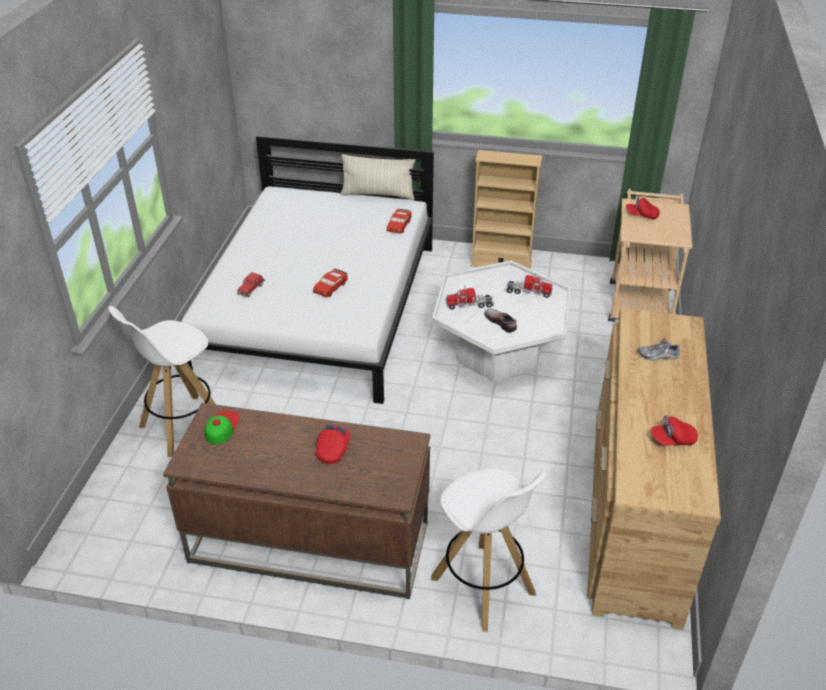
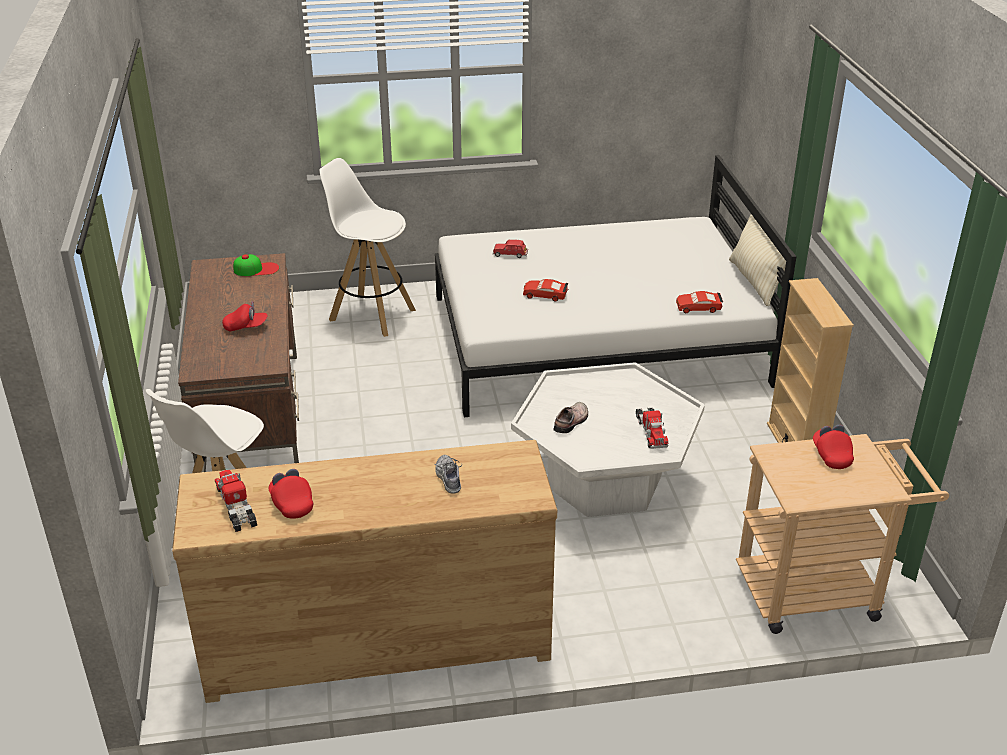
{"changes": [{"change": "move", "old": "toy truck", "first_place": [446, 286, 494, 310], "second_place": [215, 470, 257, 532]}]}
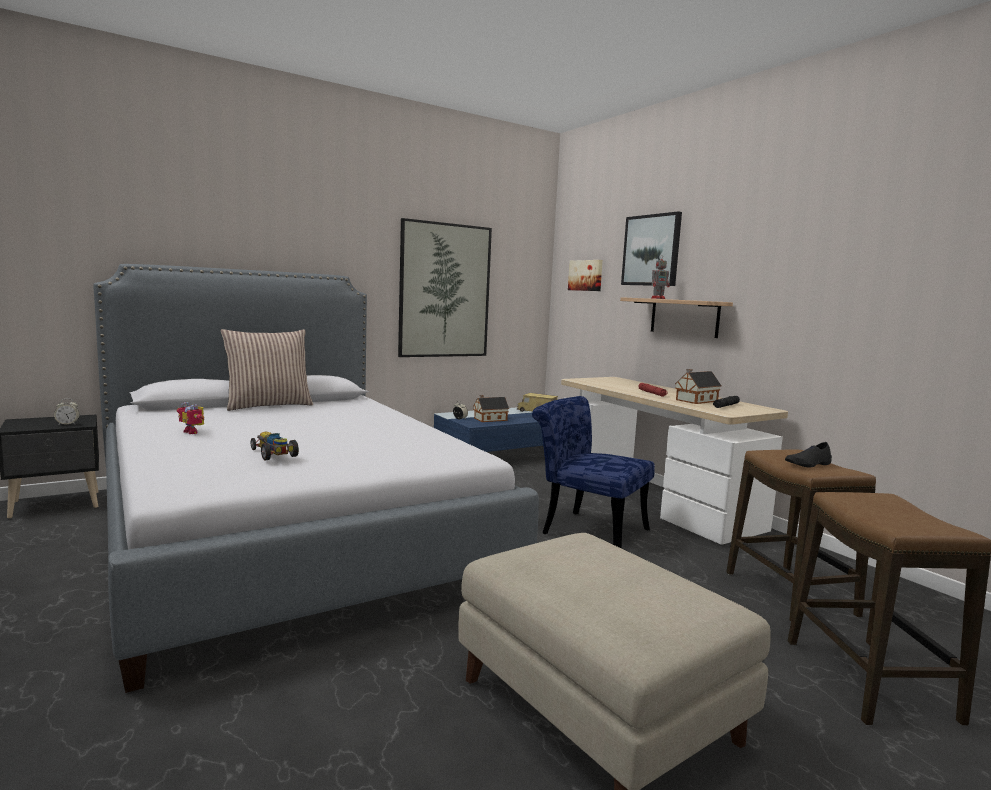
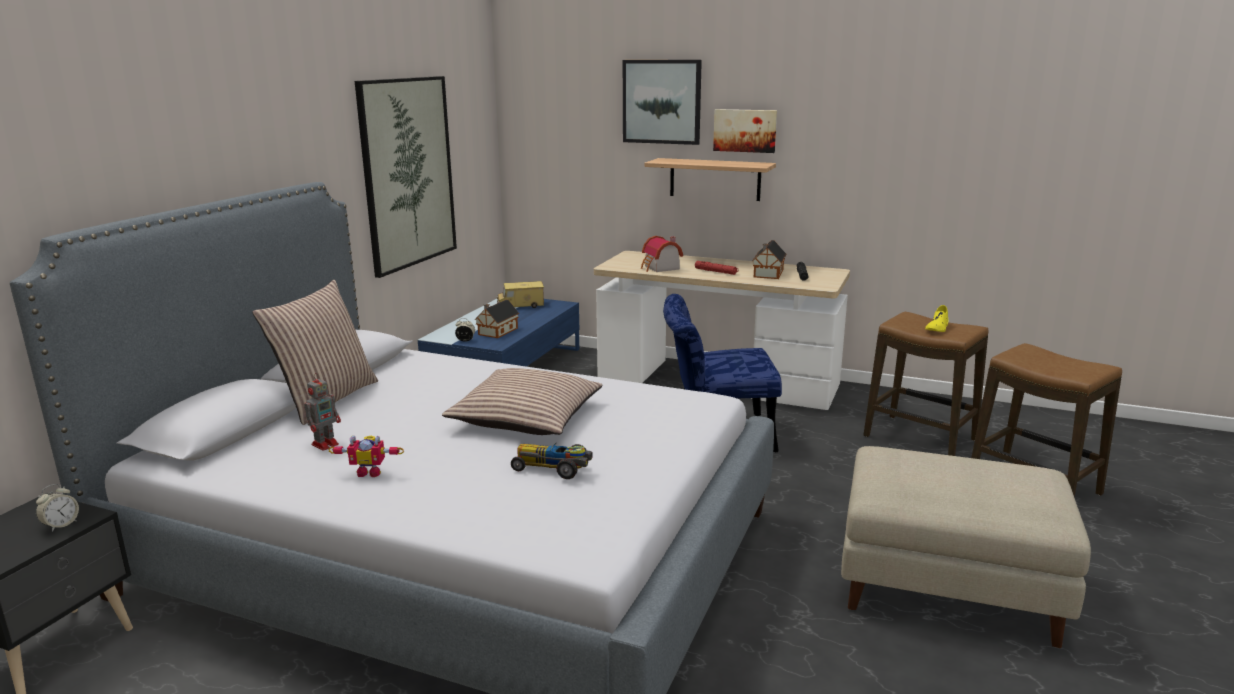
{"changes": [{"change": "move", "old": "toy robot", "first_place": [652, 255, 670, 299], "second_place": [304, 373, 341, 451]}, {"change": "insert", "new": "pillow", "second_place": [442, 368, 603, 435]}, {"change": "insert", "new": "toy house", "second_place": [641, 236, 683, 272]}, {"change": "move", "old": "picture", "first_place": [568, 260, 603, 291], "second_place": [713, 109, 777, 153]}, {"change": "recolor", "old": "shoe (black)", "new": "shoe (yellow)", "first_place": [785, 442, 832, 467], "second_place": [925, 305, 948, 332]}]}
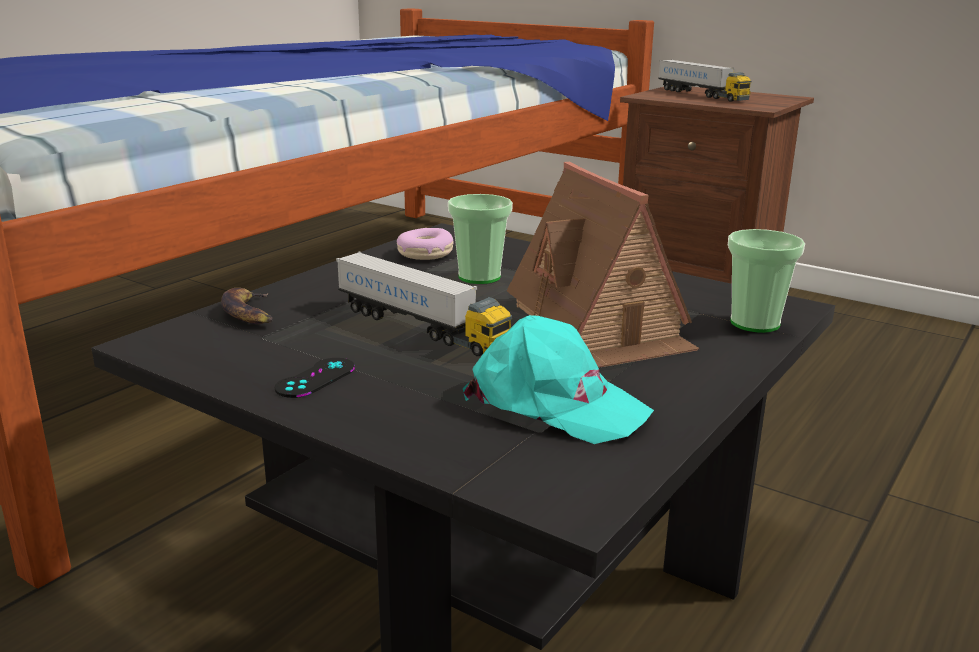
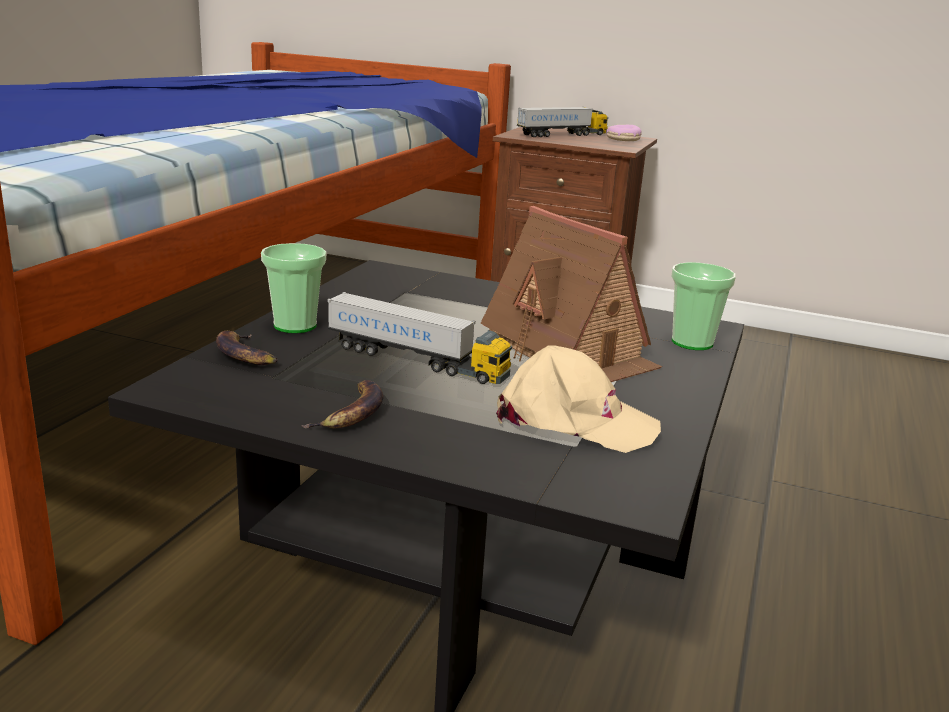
{"changes": [{"change": "move", "old": "cup", "first_place": [448, 194, 513, 284], "second_place": [261, 243, 326, 333]}, {"change": "replace", "old": "game controller (black)", "new": "banana", "first_place": [275, 358, 355, 398], "second_place": [301, 380, 384, 428]}, {"change": "recolor", "old": "cap (turquoise)", "new": "cap (beige)", "first_place": [463, 315, 654, 444], "second_place": [496, 345, 661, 453]}, {"change": "rotate", "old": "toy truck", "first_place": [658, 60, 751, 102], "second_place": [517, 107, 608, 138], "degrees": -75}, {"change": "move", "old": "donut", "first_place": [397, 228, 454, 260], "second_place": [606, 125, 642, 141]}]}
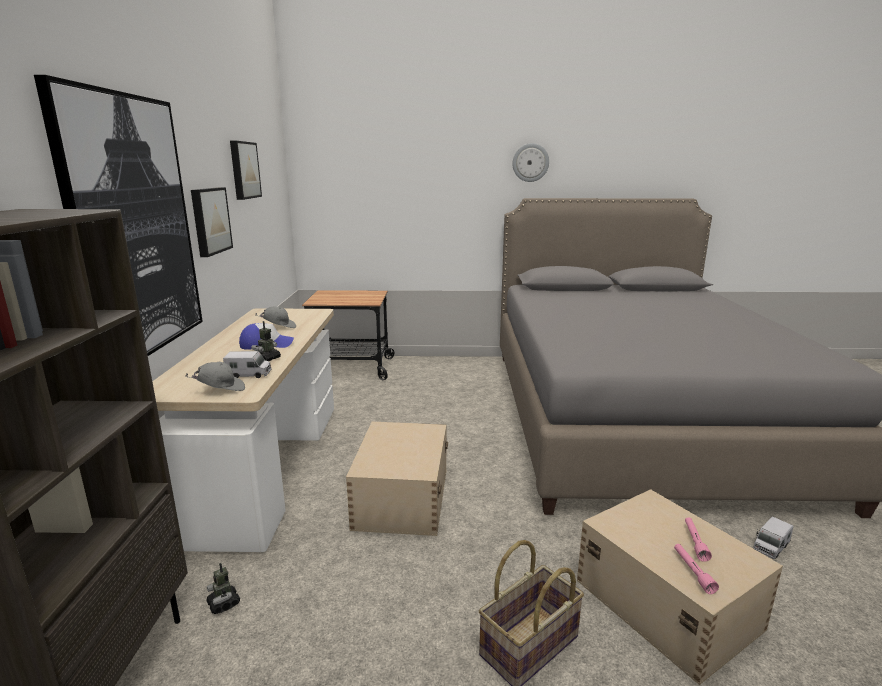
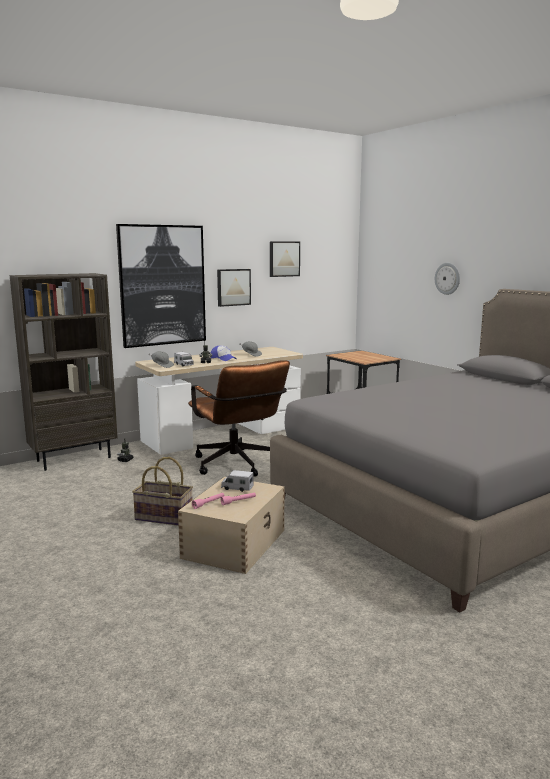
{"changes": [{"change": "replace", "old": "storage box (beige)", "new": "office chair (brown)", "first_place": [346, 422, 448, 536], "second_place": [188, 360, 290, 477]}, {"change": "move", "old": "toy truck", "first_place": [753, 516, 794, 559], "second_place": [221, 470, 254, 492]}, {"change": "move", "old": "wall clock", "first_place": [513, 143, 549, 182], "second_place": [435, 263, 460, 295]}]}
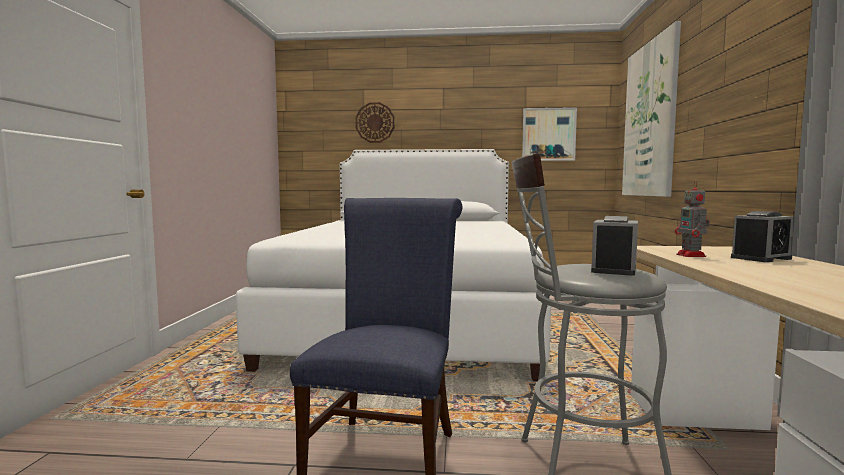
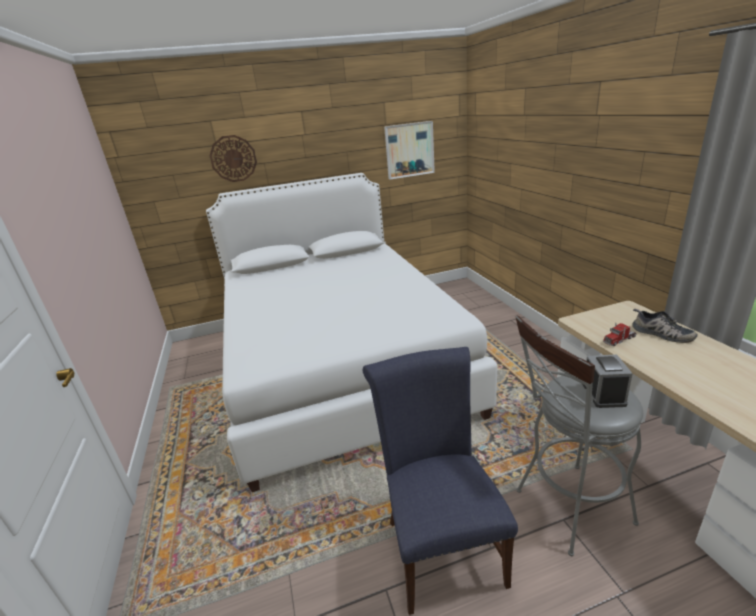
{"changes": [{"change": "replace", "old": "toy robot", "new": "toy truck", "first_place": [675, 181, 710, 257], "second_place": [603, 323, 636, 346]}, {"change": "replace", "old": "alarm clock", "new": "shoe", "first_place": [731, 211, 795, 262], "second_place": [632, 309, 697, 343]}, {"change": "delete", "old": "picture", "first_place": [622, 21, 681, 197]}]}
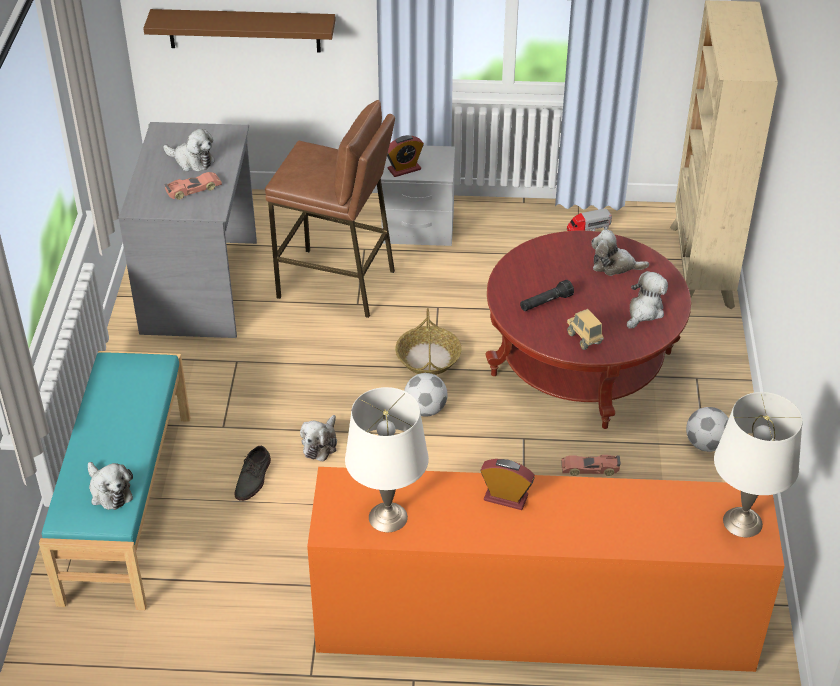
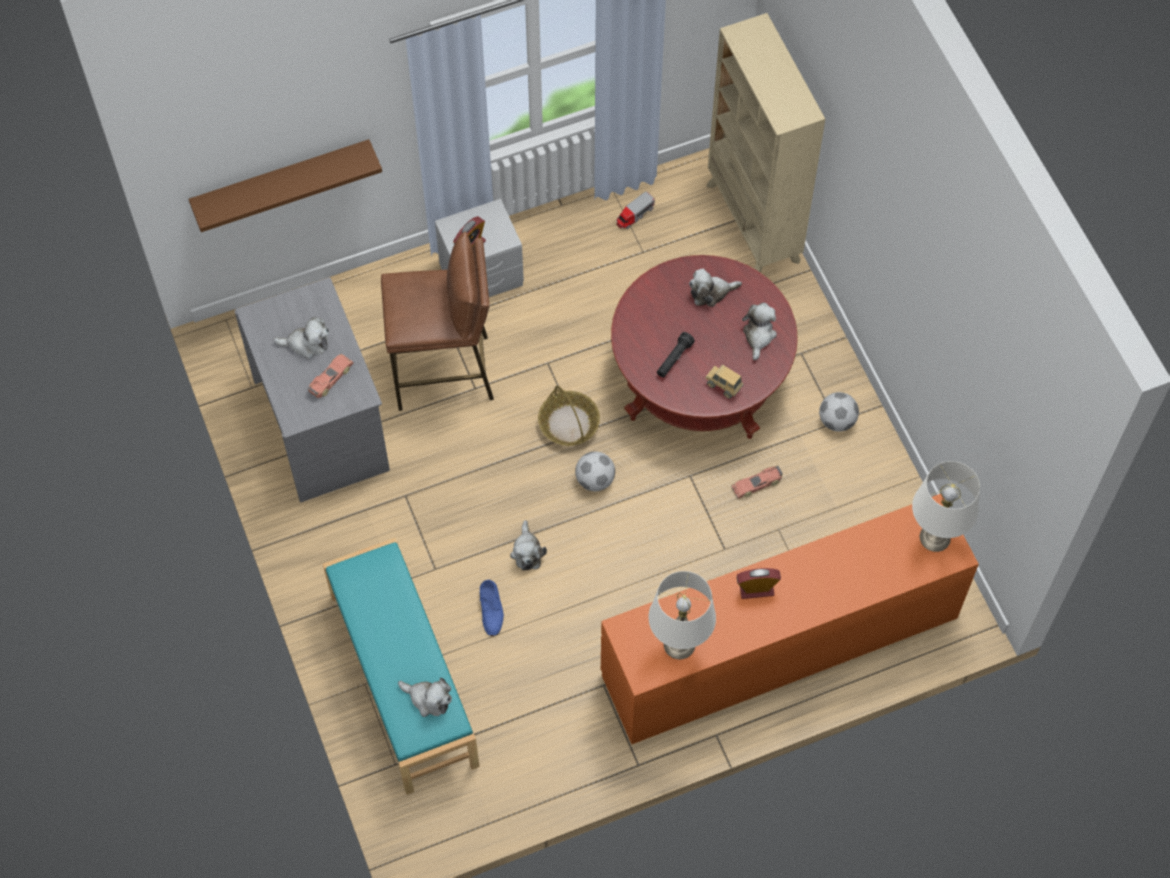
{"changes": [{"change": "recolor", "old": "shoe (grey)", "new": "shoe (blue)", "first_place": [235, 446, 271, 501], "second_place": [480, 580, 504, 636]}]}
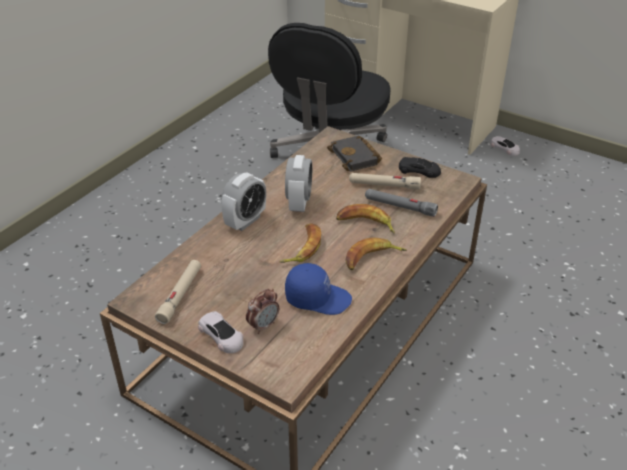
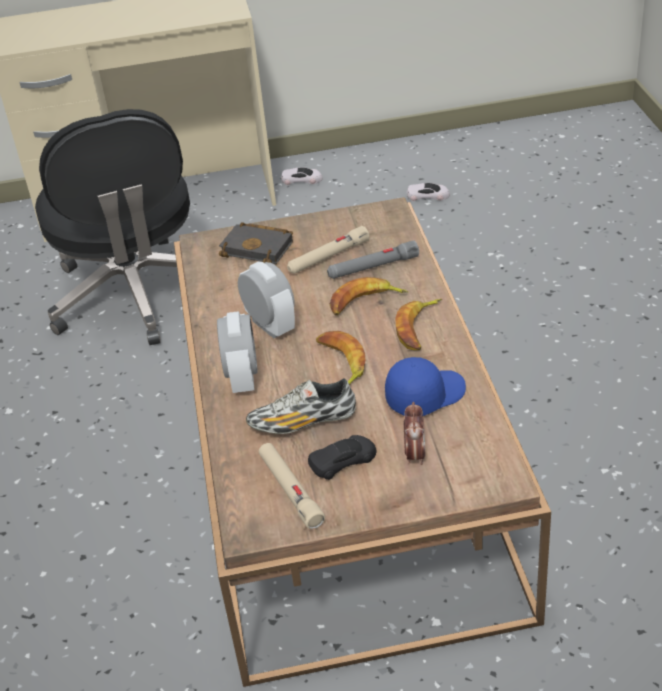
{"changes": [{"change": "insert", "new": "shoe", "second_place": [246, 378, 356, 434]}, {"change": "move", "old": "toy car (black)", "first_place": [399, 157, 441, 178], "second_place": [308, 435, 376, 480]}, {"change": "move", "old": "toy car (white)", "first_place": [198, 311, 243, 353], "second_place": [407, 183, 450, 201]}]}
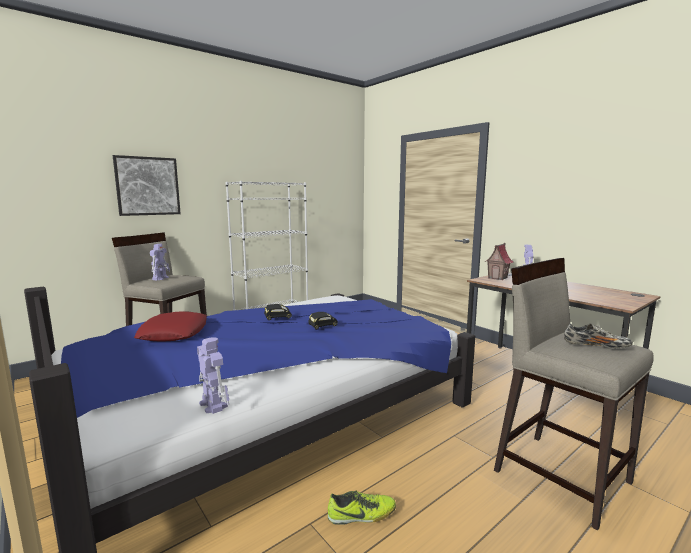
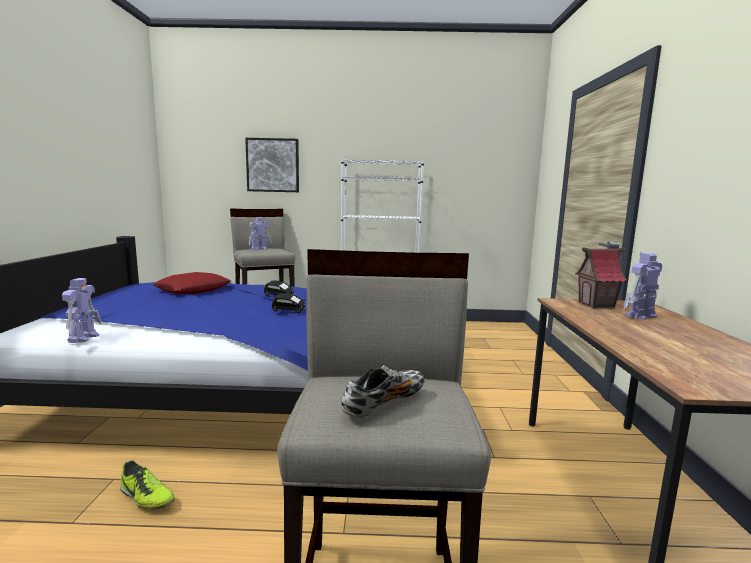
{"changes": [{"change": "rotate", "old": "shoe", "first_place": [564, 323, 633, 348], "second_place": [341, 365, 425, 418], "degrees": -105}]}
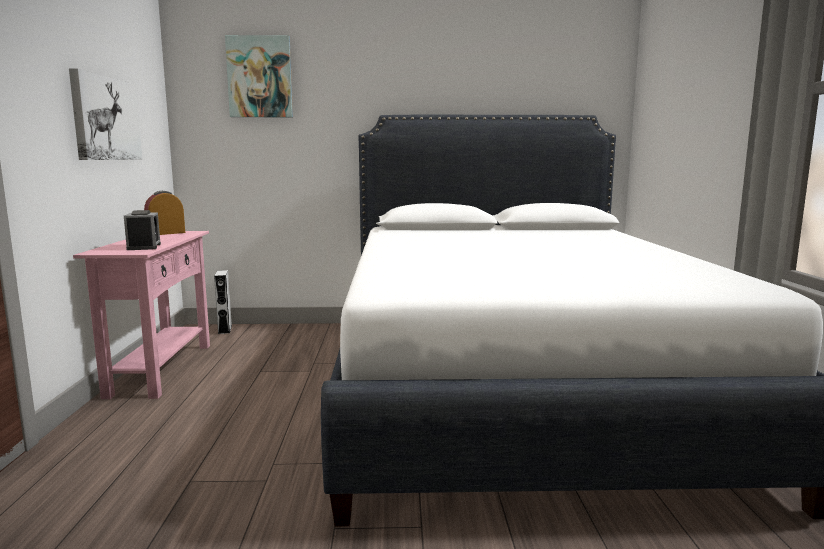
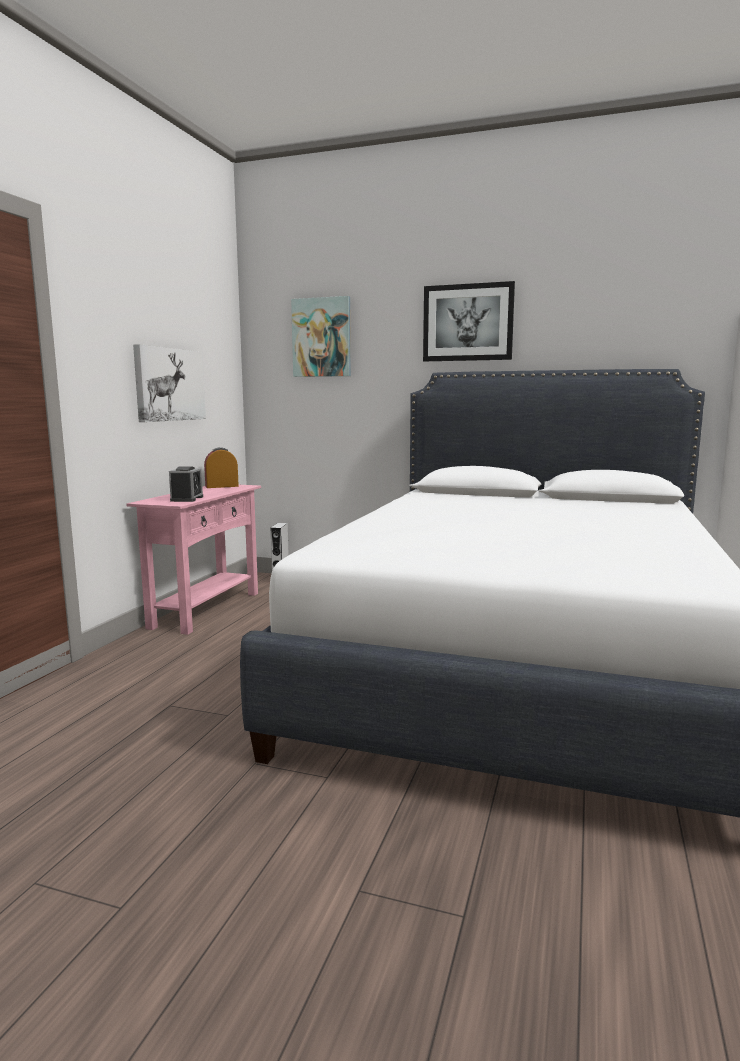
{"changes": [{"change": "insert", "new": "picture", "second_place": [423, 281, 515, 361]}]}
